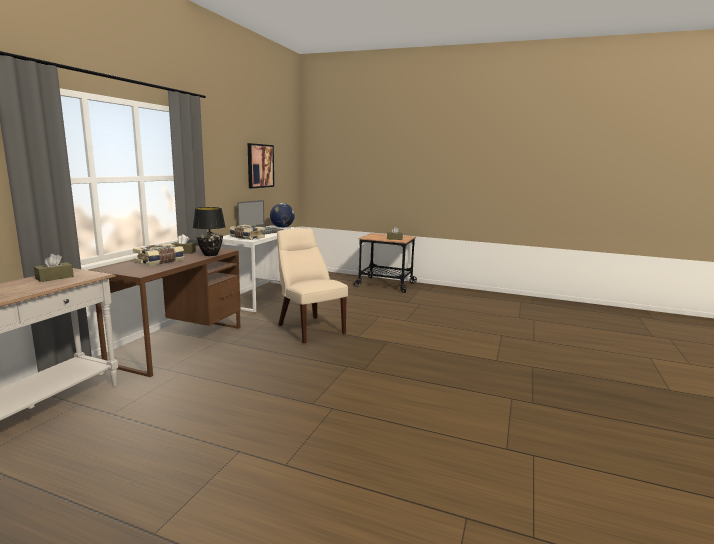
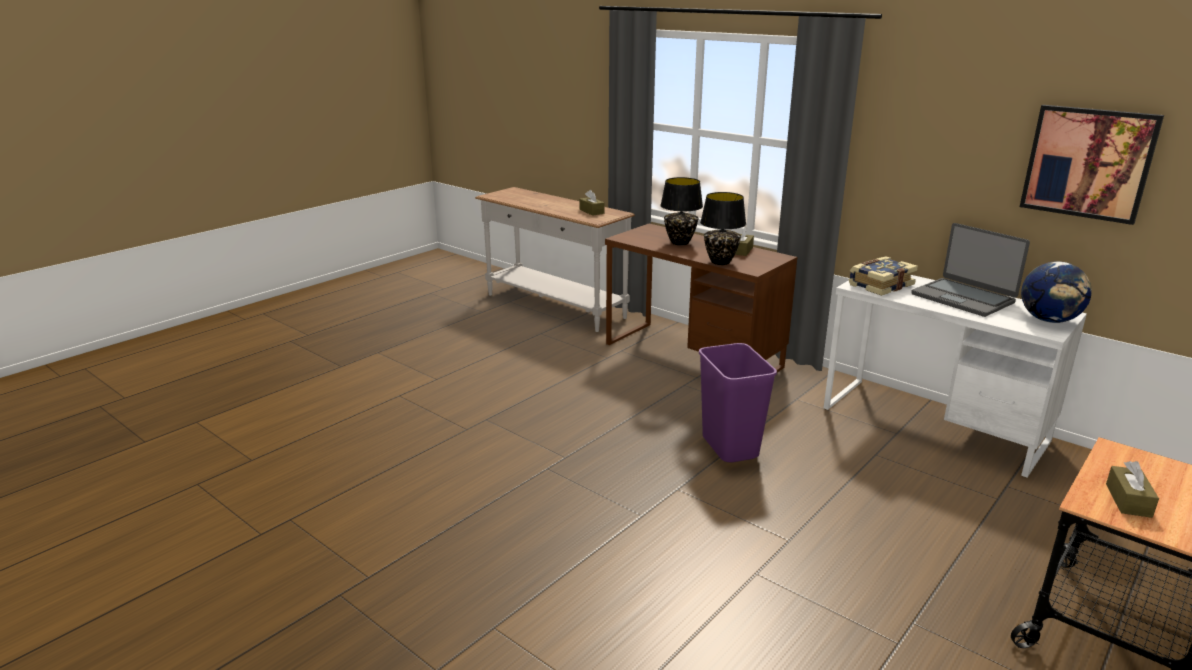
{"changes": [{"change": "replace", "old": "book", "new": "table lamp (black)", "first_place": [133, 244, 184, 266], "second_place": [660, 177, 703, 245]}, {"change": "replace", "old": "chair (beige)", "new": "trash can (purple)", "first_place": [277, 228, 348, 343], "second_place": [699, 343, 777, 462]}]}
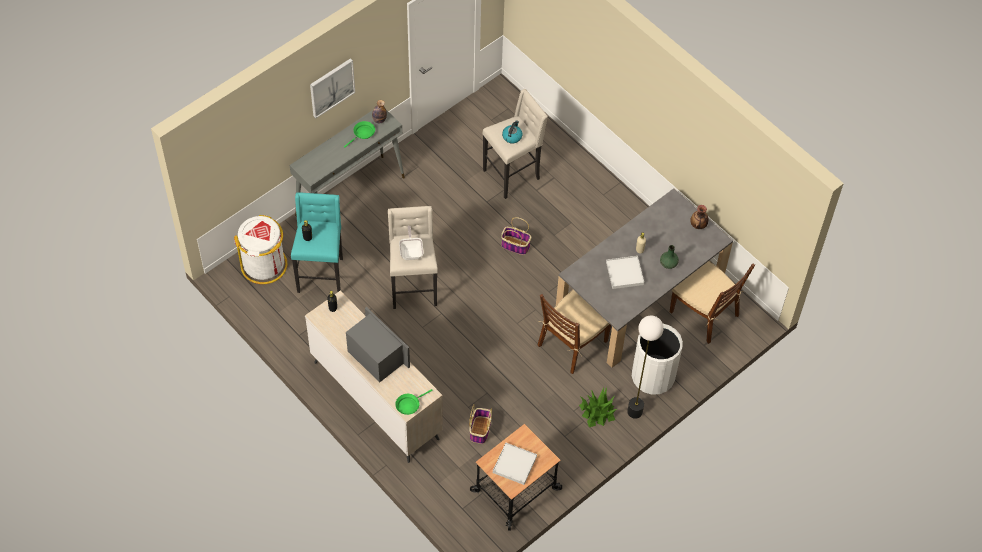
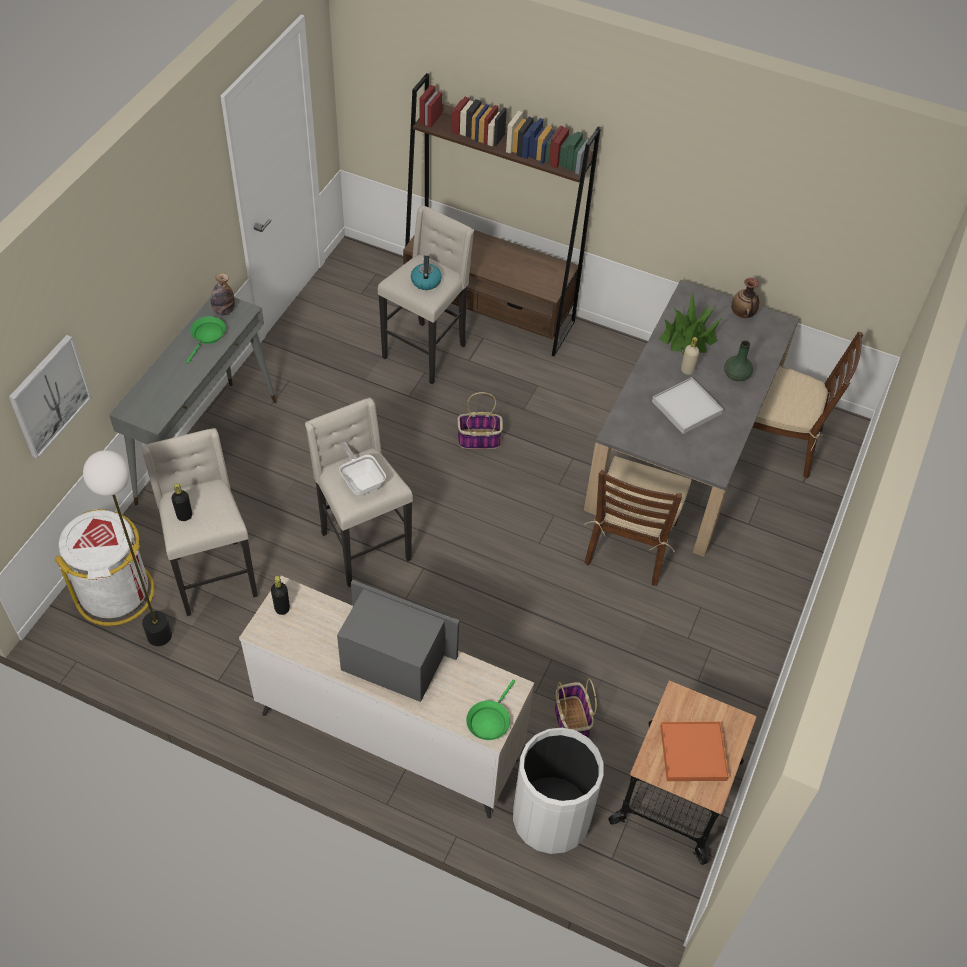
{"changes": [{"change": "move", "old": "picture", "first_place": [310, 58, 355, 118], "second_place": [9, 335, 92, 459]}, {"change": "move", "old": "floor lamp", "first_place": [627, 315, 664, 419], "second_place": [83, 450, 172, 646]}, {"change": "recolor", "old": "stool (turquoise)", "new": "stool (beige)", "first_place": [291, 192, 343, 293], "second_place": [142, 428, 258, 616]}, {"change": "insert", "new": "bookcase (brown)", "second_place": [403, 73, 601, 356]}, {"change": "move", "old": "trash can (white)", "first_place": [632, 324, 683, 395], "second_place": [513, 728, 604, 854]}, {"change": "move", "old": "potted plant", "first_place": [579, 387, 617, 427], "second_place": [659, 292, 722, 356]}, {"change": "recolor", "old": "tray (white)", "new": "tray (orange)", "first_place": [493, 443, 537, 485], "second_place": [660, 722, 729, 781]}]}
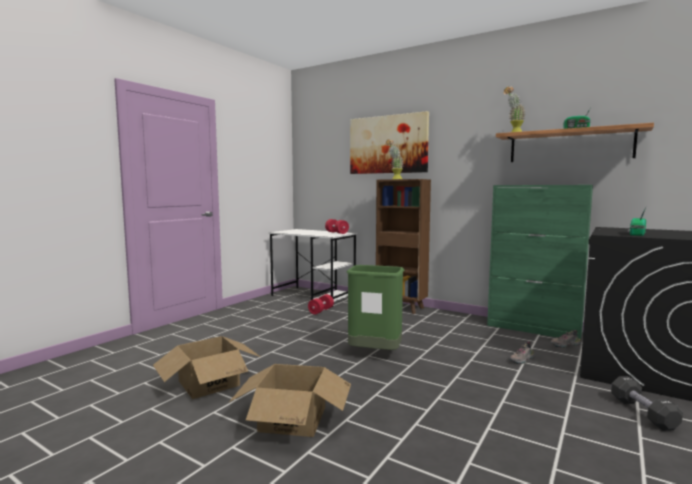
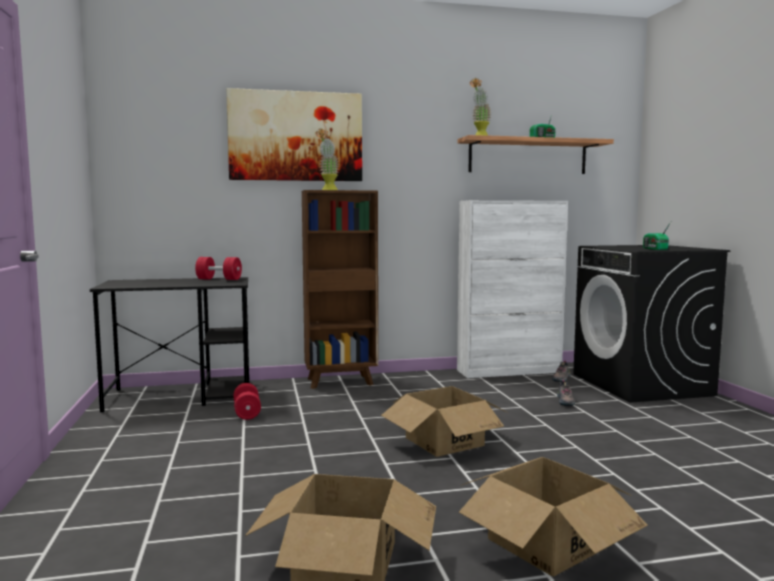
{"changes": [{"change": "recolor", "old": "desk (white)", "new": "desk (black)", "first_place": [268, 229, 357, 307], "second_place": [90, 277, 250, 412]}, {"change": "replace", "old": "trash can (green)", "new": "cardboard box", "first_place": [347, 265, 405, 350], "second_place": [381, 386, 508, 457]}, {"change": "recolor", "old": "cabinet (green)", "new": "cabinet (white)", "first_place": [487, 185, 593, 340], "second_place": [457, 200, 568, 378]}, {"change": "delete", "old": "dumbbell (black)", "first_place": [611, 376, 683, 431]}]}
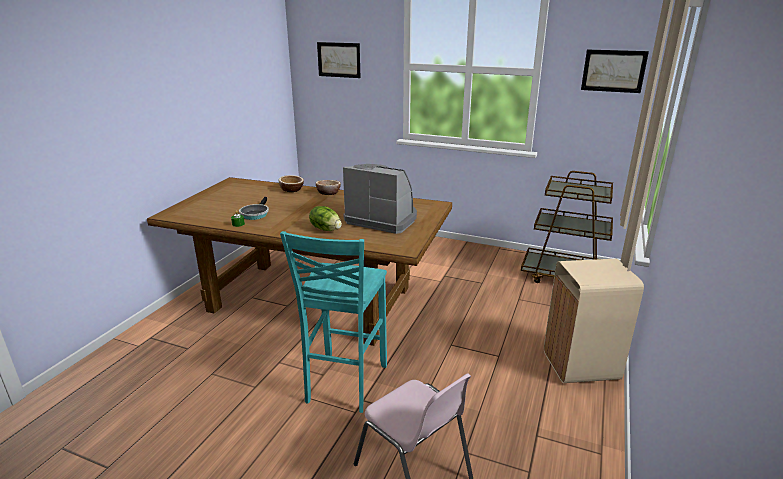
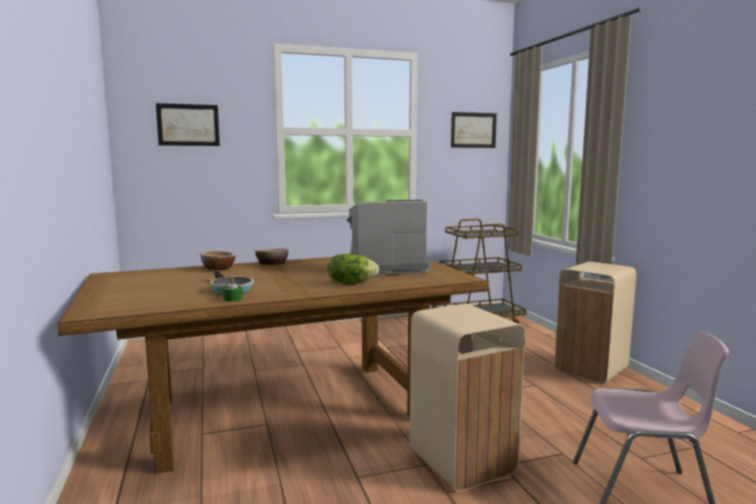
{"changes": [{"change": "replace", "old": "stool (turquoise)", "new": "trash can (beige)", "first_place": [280, 231, 387, 413], "second_place": [410, 304, 525, 492]}]}
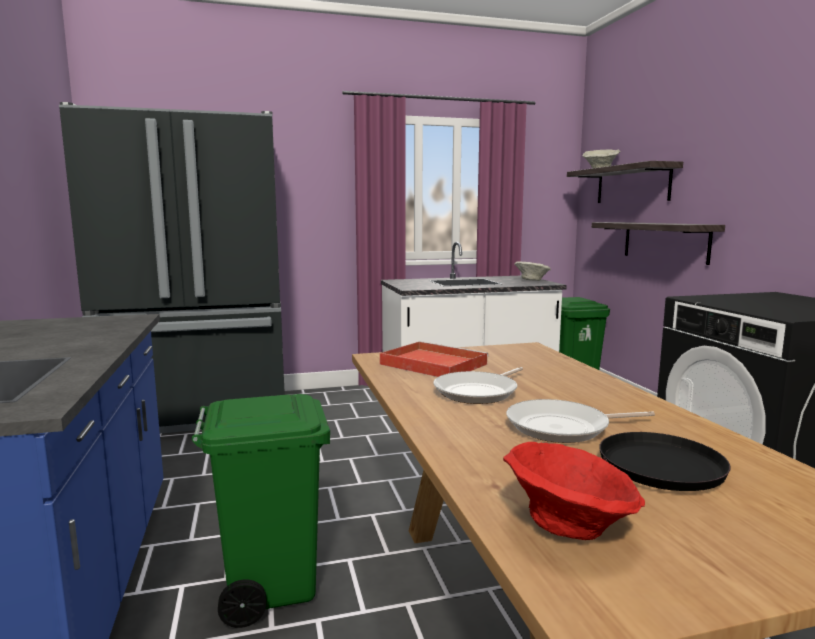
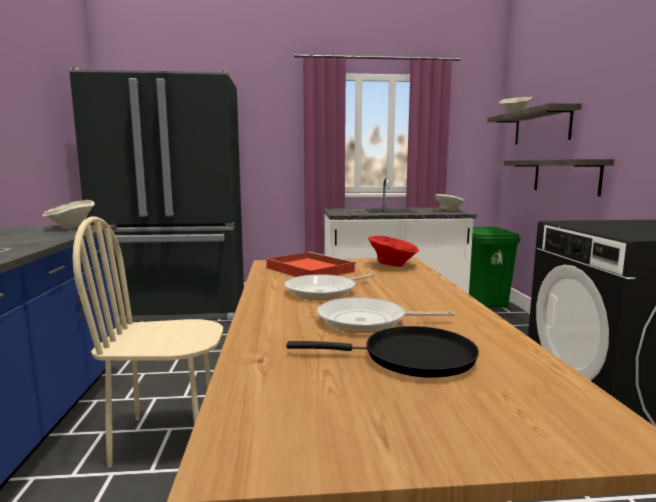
{"changes": [{"change": "insert", "new": "bowl (beige)", "second_place": [42, 200, 95, 229]}, {"change": "replace", "old": "trash can (green)", "new": "chair (beige)", "first_place": [192, 394, 330, 628], "second_place": [73, 217, 223, 468]}, {"change": "move", "old": "bowl (red)", "first_place": [503, 442, 645, 540], "second_place": [368, 236, 419, 267]}]}
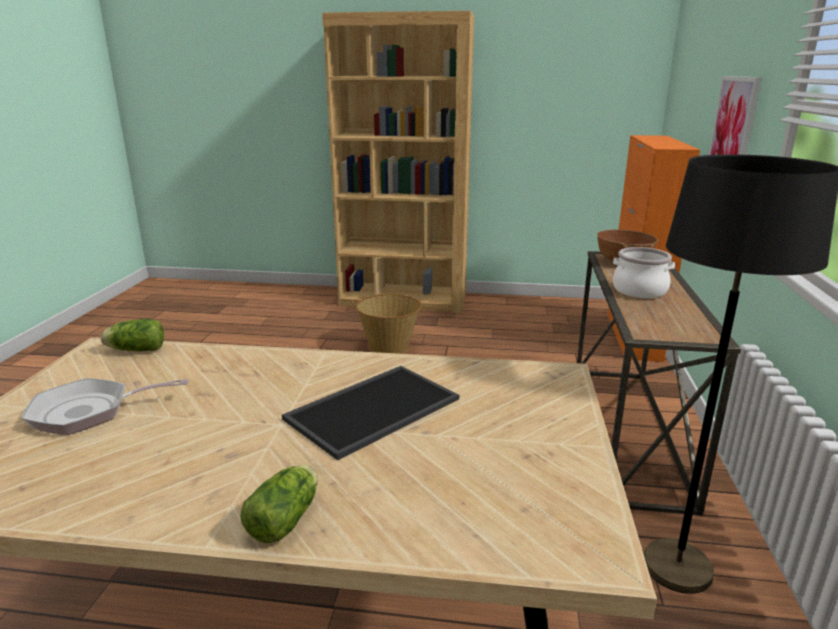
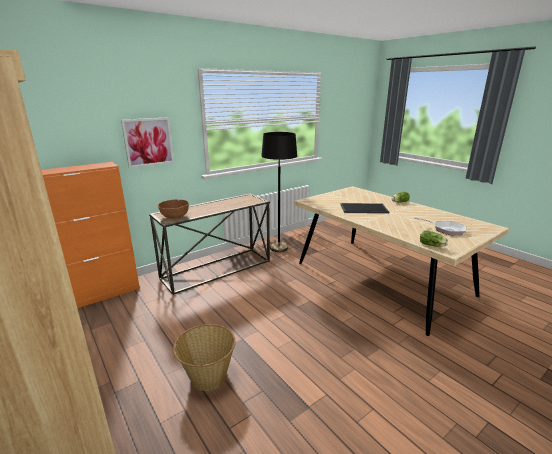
{"changes": [{"change": "delete", "old": "cooking pot", "first_place": [613, 247, 675, 298]}]}
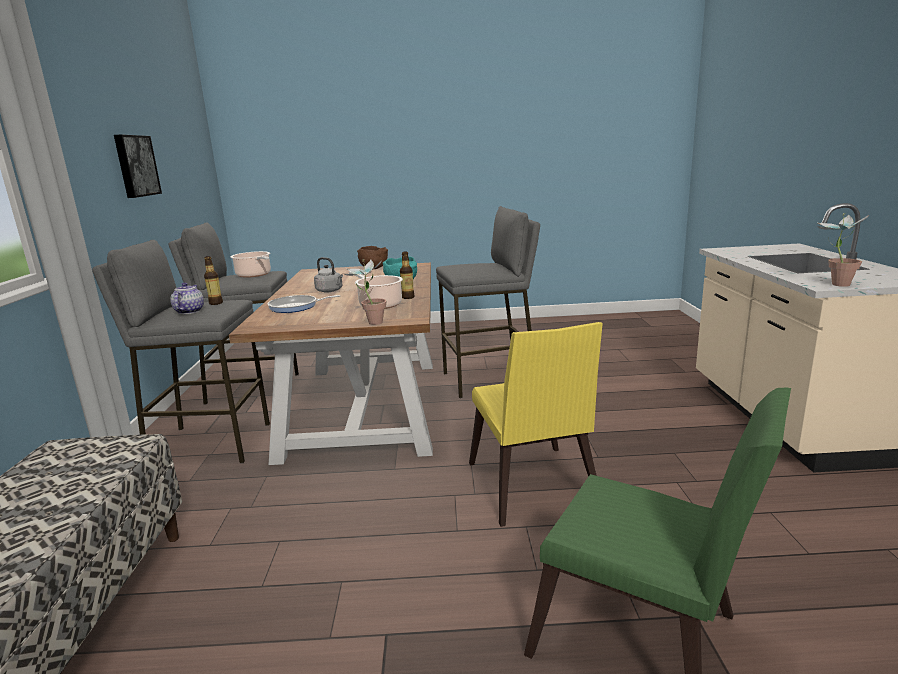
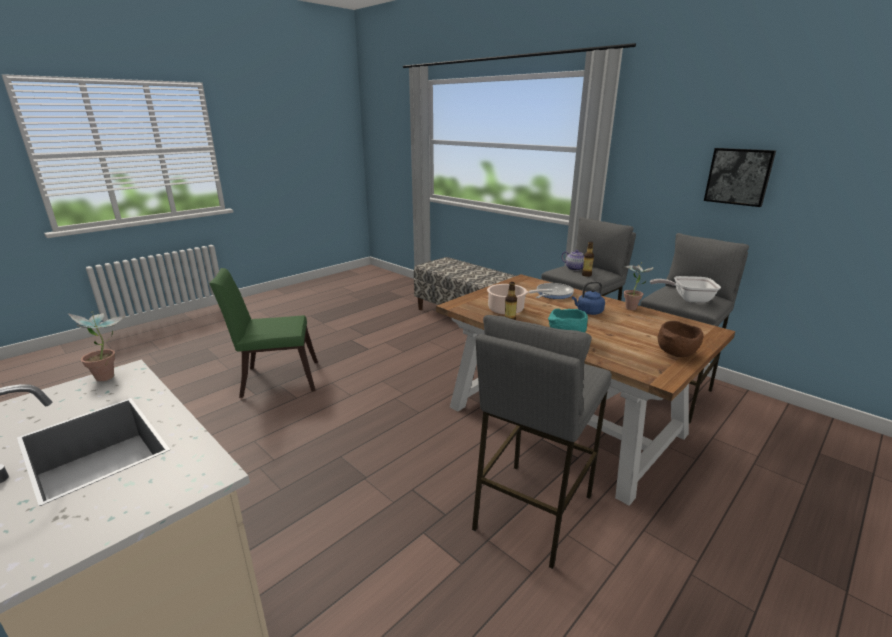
{"changes": [{"change": "recolor", "old": "kettle (grey)", "new": "kettle (blue)", "first_place": [314, 257, 343, 292], "second_place": [572, 281, 605, 315]}, {"change": "move", "old": "potted plant", "first_place": [343, 260, 387, 325], "second_place": [624, 262, 654, 310]}, {"change": "replace", "old": "cooking pot", "new": "frying pan", "first_place": [230, 251, 271, 278], "second_place": [650, 276, 721, 303]}, {"change": "delete", "old": "chair (yellow)", "first_place": [469, 322, 603, 527]}]}
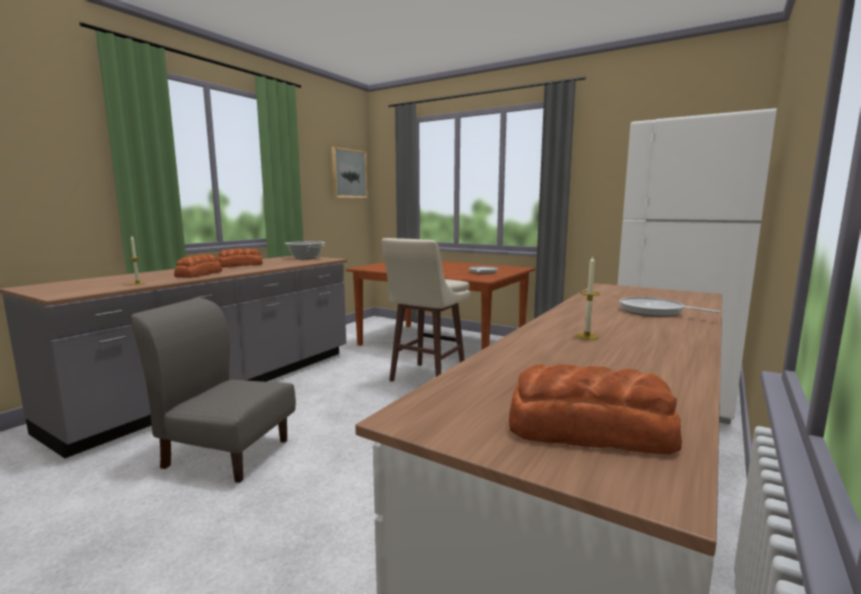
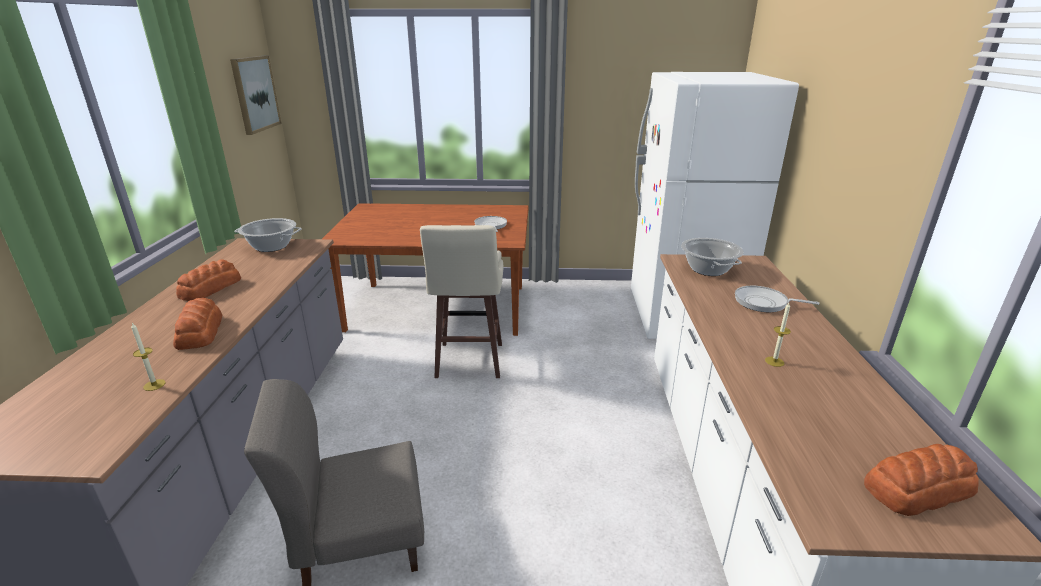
{"changes": [{"change": "insert", "new": "cooking pot", "second_place": [681, 238, 744, 276]}]}
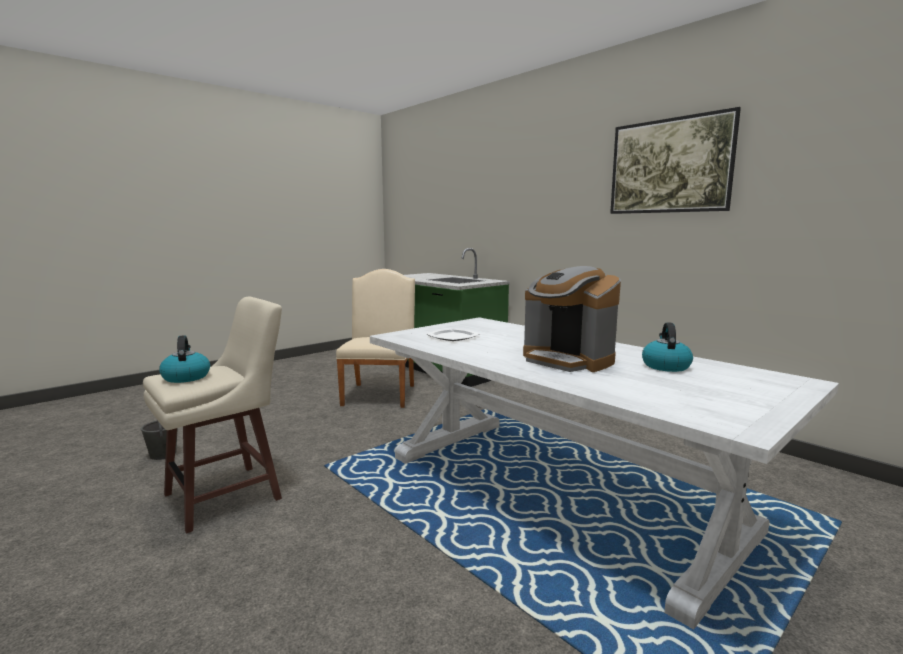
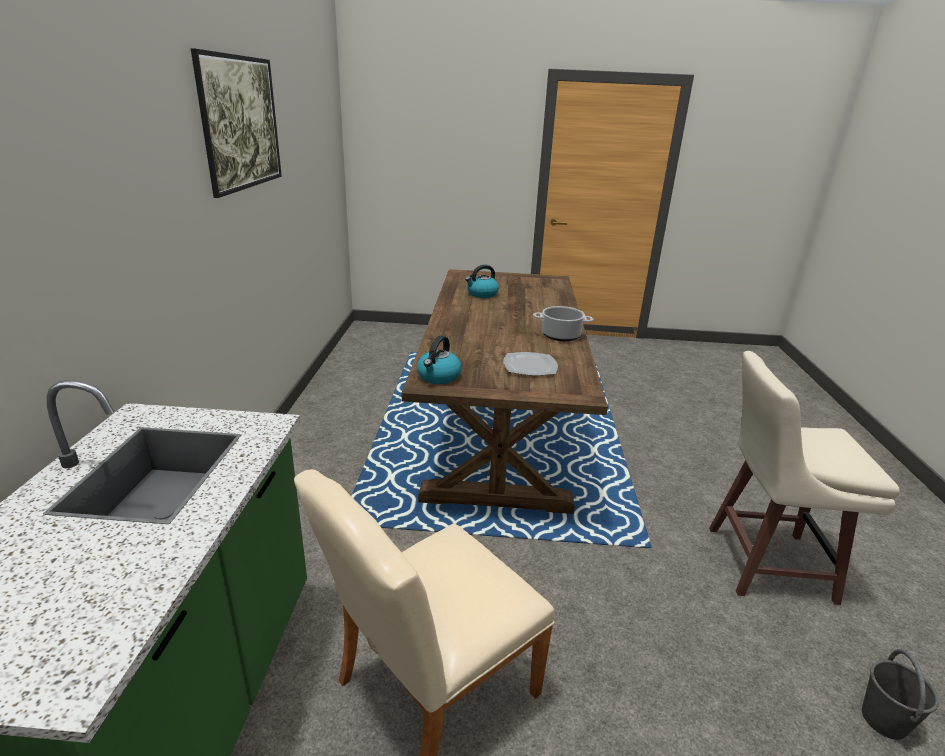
{"changes": [{"change": "recolor", "old": "dining table (white)", "new": "dining table (brown)", "first_place": [370, 317, 839, 630], "second_place": [402, 269, 608, 514]}, {"change": "move", "old": "kettle", "first_place": [159, 335, 210, 383], "second_place": [417, 335, 462, 384]}, {"change": "insert", "new": "cooking pot", "second_place": [533, 306, 593, 341]}, {"change": "delete", "old": "coffee machine", "first_place": [523, 266, 621, 372]}]}
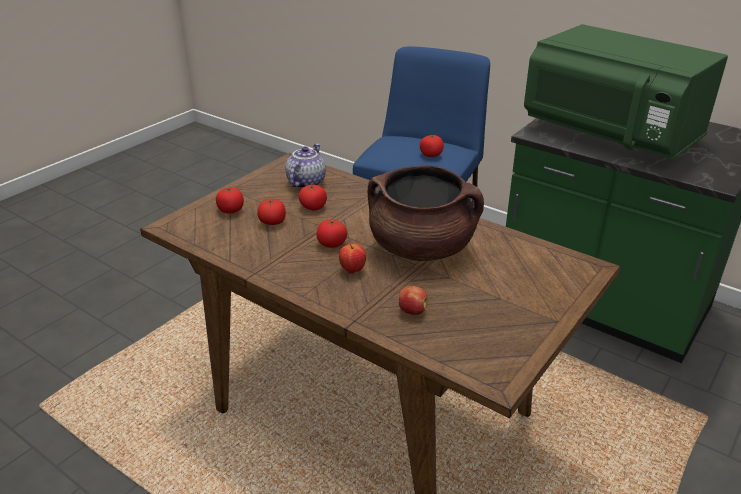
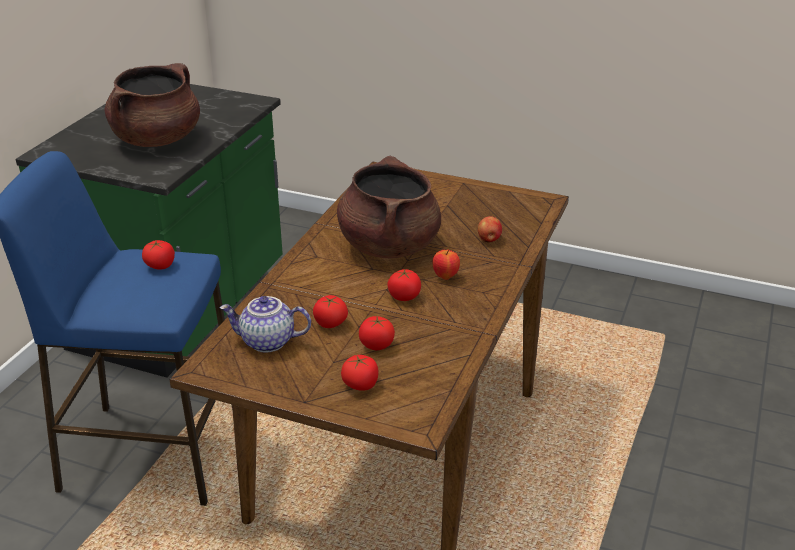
{"changes": [{"change": "replace", "old": "microwave (green)", "new": "cooking pot (brown)", "first_place": [524, 24, 728, 159], "second_place": [105, 63, 200, 147]}]}
